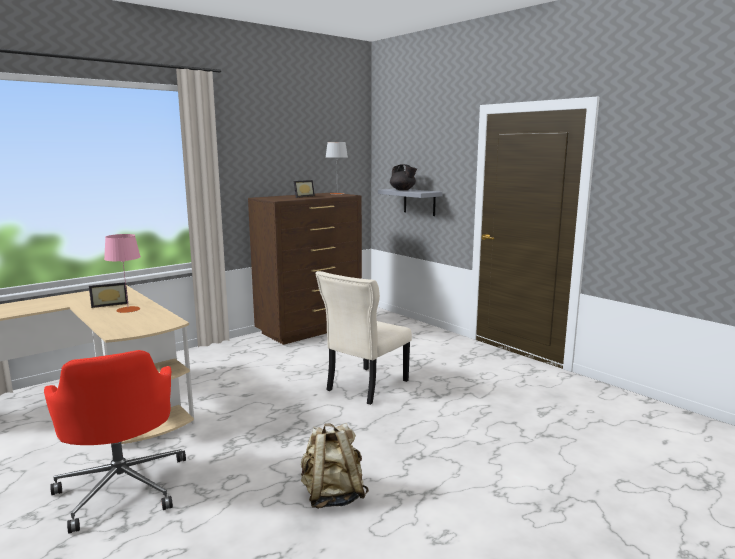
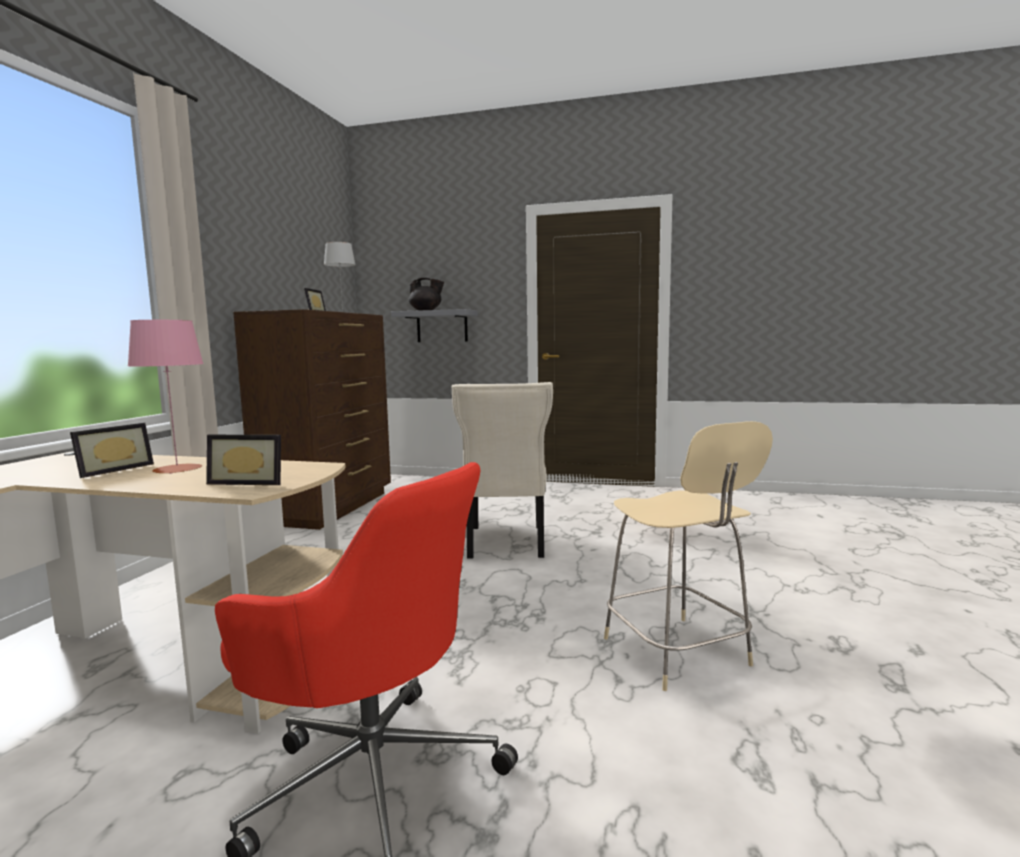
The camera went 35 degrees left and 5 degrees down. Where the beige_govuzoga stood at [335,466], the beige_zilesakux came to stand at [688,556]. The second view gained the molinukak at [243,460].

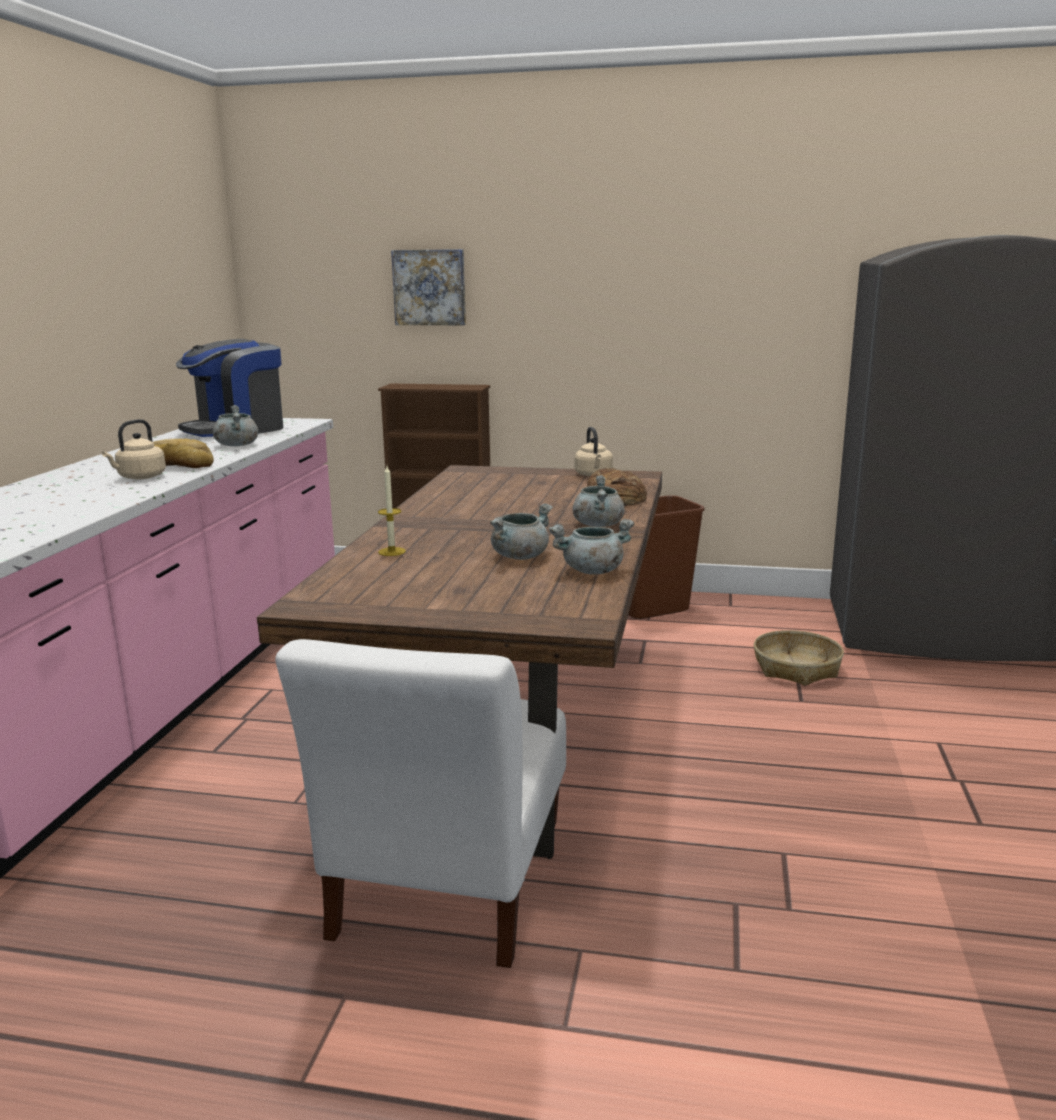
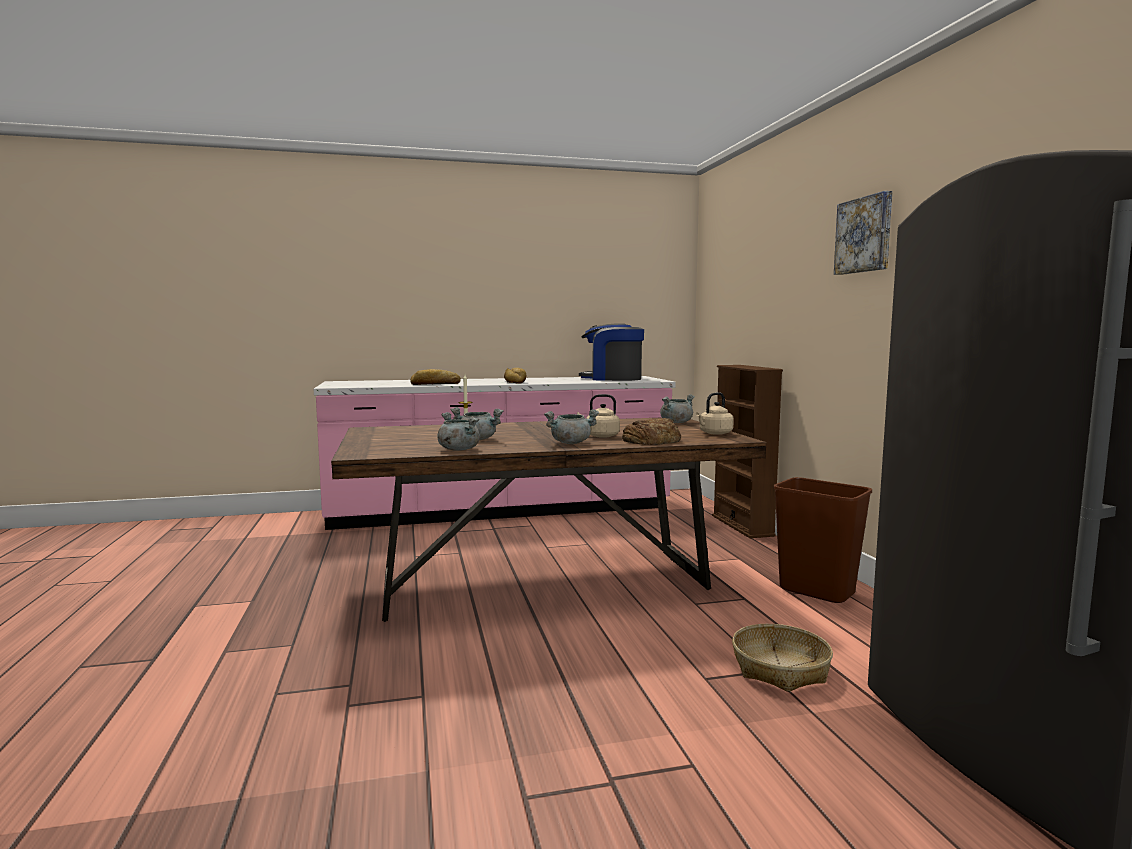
The camera went 65 degrees right and 10 degrees down. The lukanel ended up elsewhere, having gone from [428,287] to [863,233]. The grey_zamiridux ended up elsewhere, having gone from [235,425] to [677,408]. The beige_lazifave ended up elsewhere, having gone from [134,449] to [598,416]. The second view lost the white_zilesakux at [420,803]. The second view gained the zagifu at [435,377].

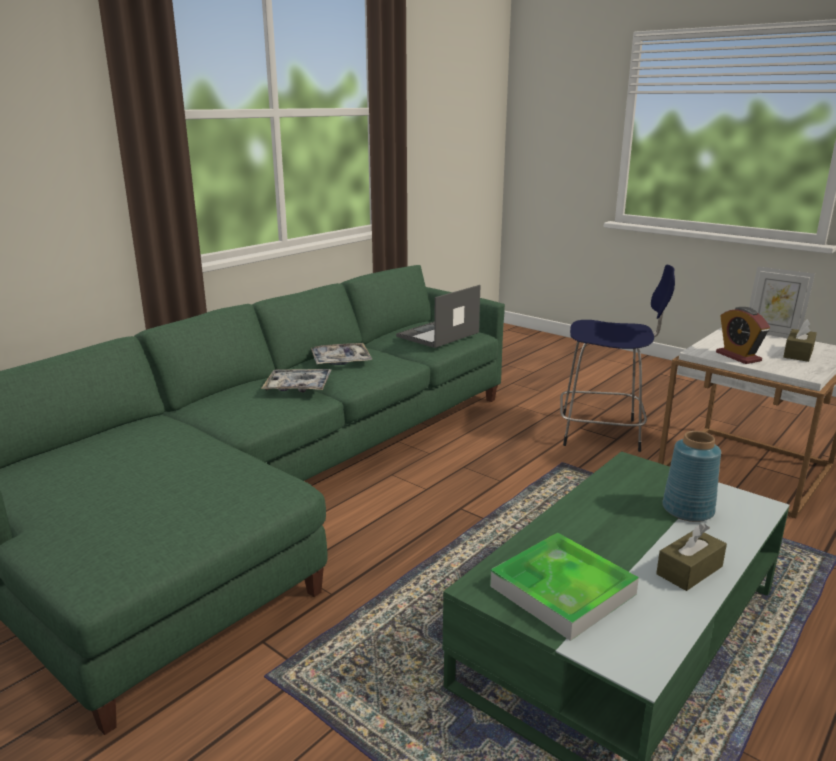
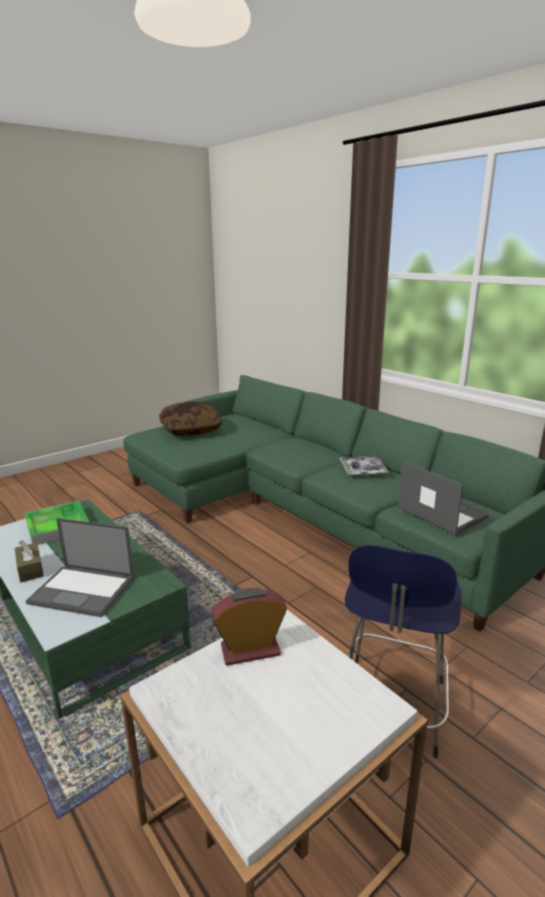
The camera went 100 degrees right and 0 degrees up. The second view lost the molinukak at [782,302]. The second view lost the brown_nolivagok at [800,340]. The second view lost the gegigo at [296,381]. Where the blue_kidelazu stood at [691,476], the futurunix came to stand at [80,567]. The second view gained the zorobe at [190,419].

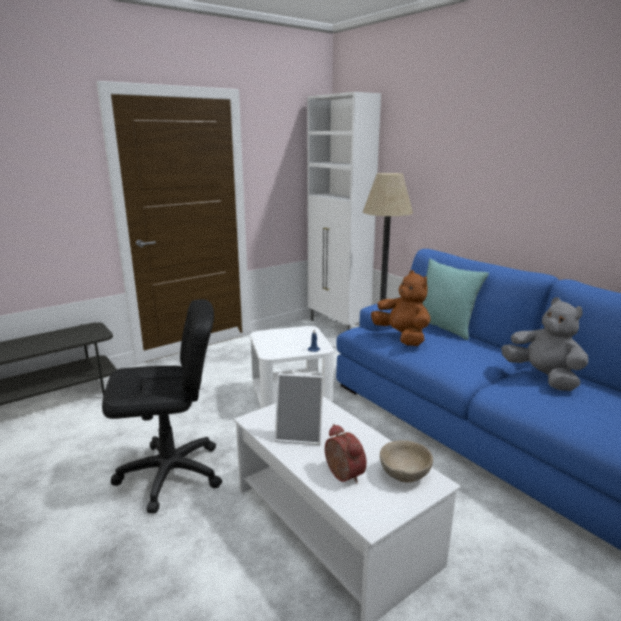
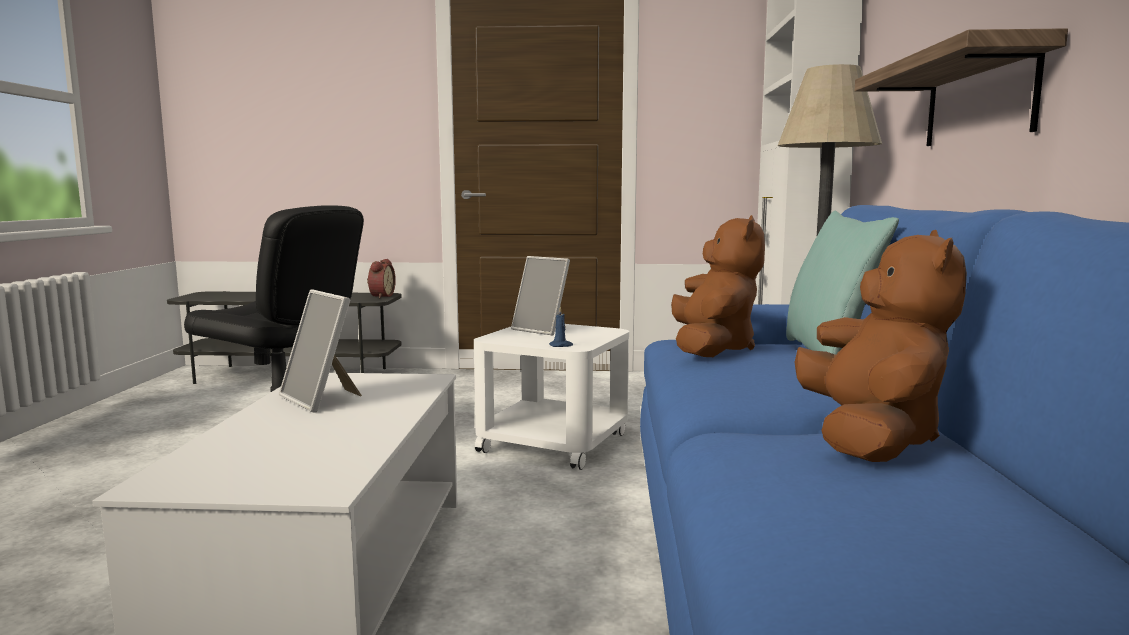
The camera went 40 degrees right and 10 degrees down. What was the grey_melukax at [544,344] turned into the brown_melukax at [880,346]. The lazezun ended up elsewhere, having gone from [346,453] to [381,278]. The second view lost the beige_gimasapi at [406,461]. The second view gained the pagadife at [961,87]. The second view gained the molinukak at [540,295].

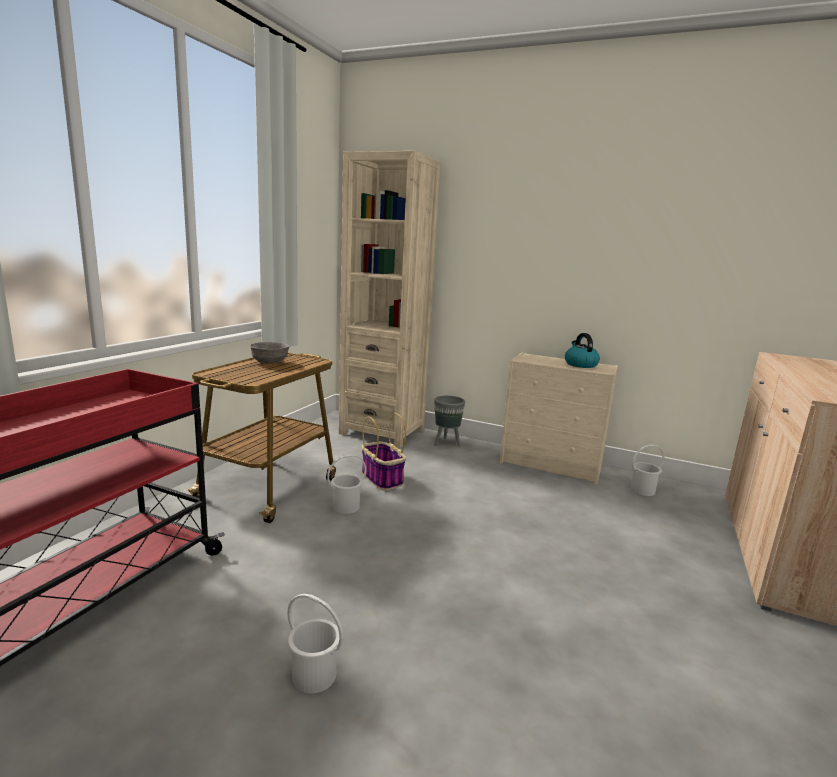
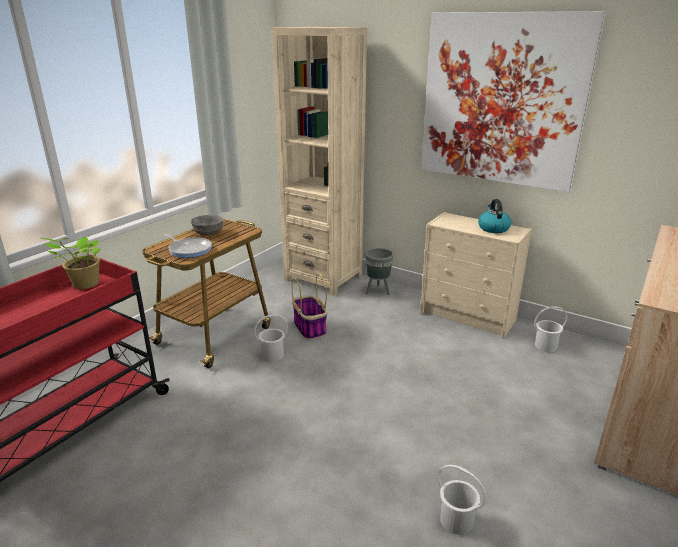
The camera went 10 degrees right and 10 degrees up. The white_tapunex ended up elsewhere, having gone from [315,643] to [461,500]. The second view gained the lukanel at [513,101]. The second view gained the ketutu at [188,246]. The second view gained the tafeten at [71,262].

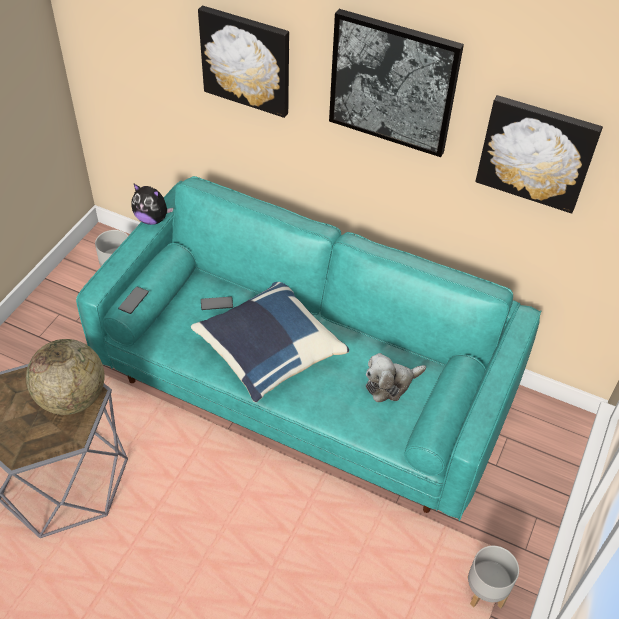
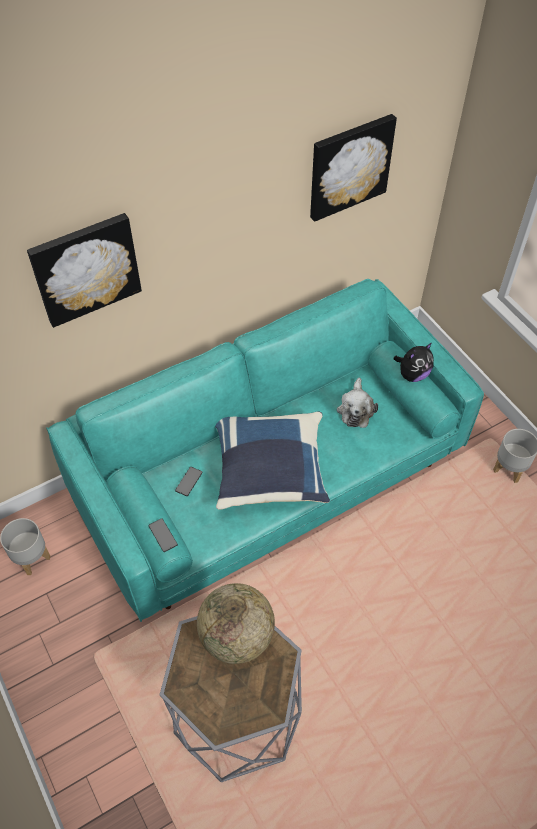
The camera went 55 degrees left and 5 degrees up. The second view lost the lukanel at [396,83]. The melukax ended up elsewhere, having gone from [152,204] to [413,362].

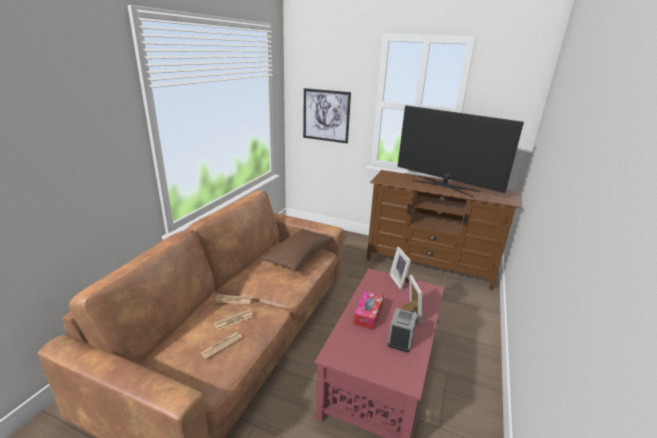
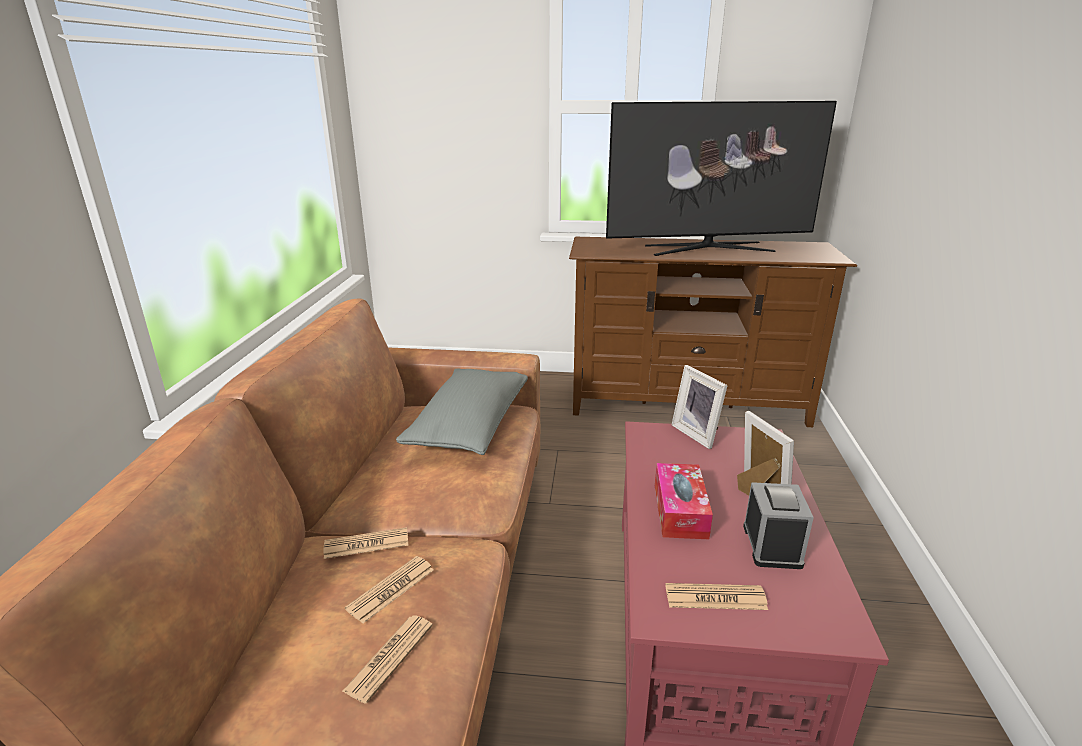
The camera went 15 degrees left and 0 degrees up. The second view lost the lukanel at [327,116]. The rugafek at [461,151] ended up facing another way, 150 degrees clockwise from before. What was the brown_zorobe at [297,250] turned into the grey_zorobe at [462,411]. The second view gained the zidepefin at [716,596].

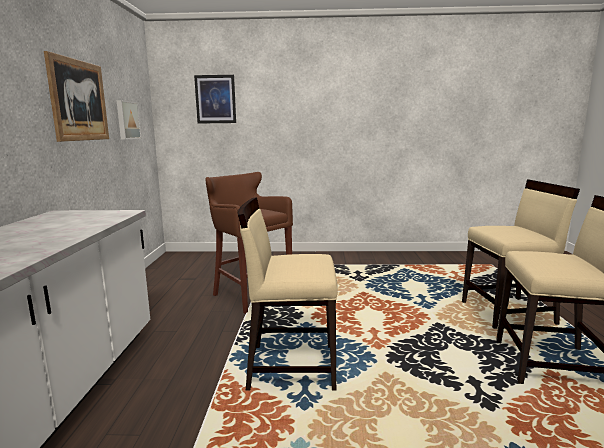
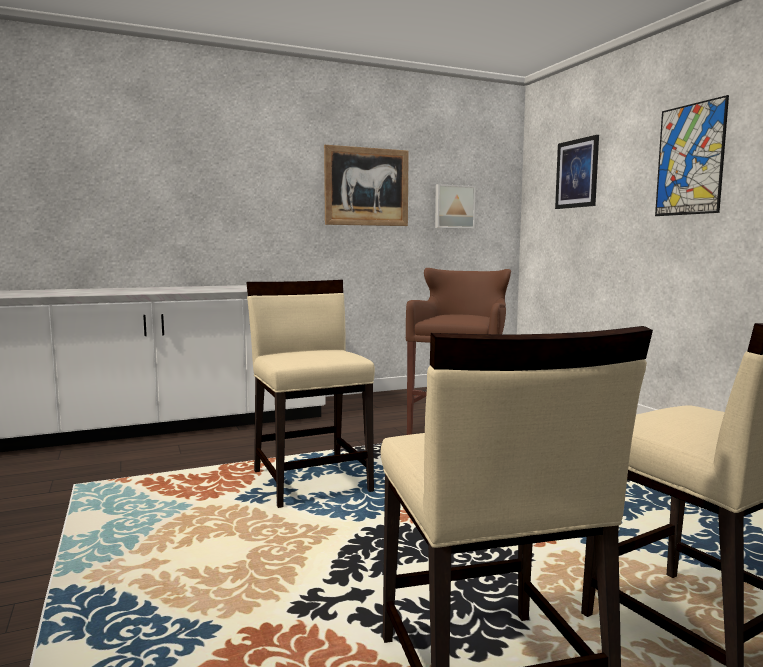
The camera went 65 degrees right and 5 degrees down. The second view gained the lukanel at [692,155].

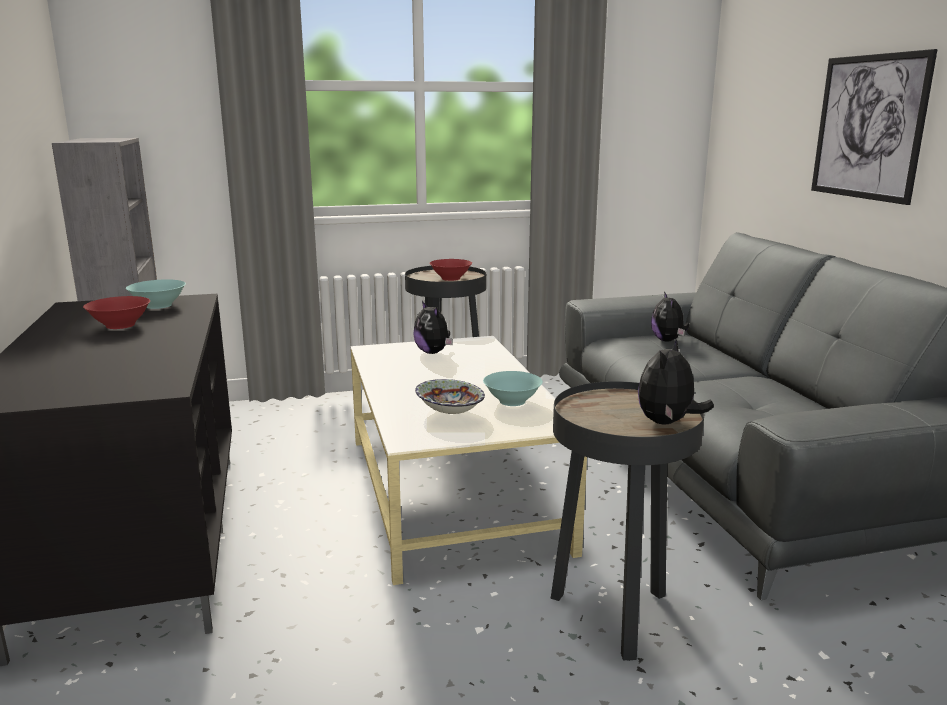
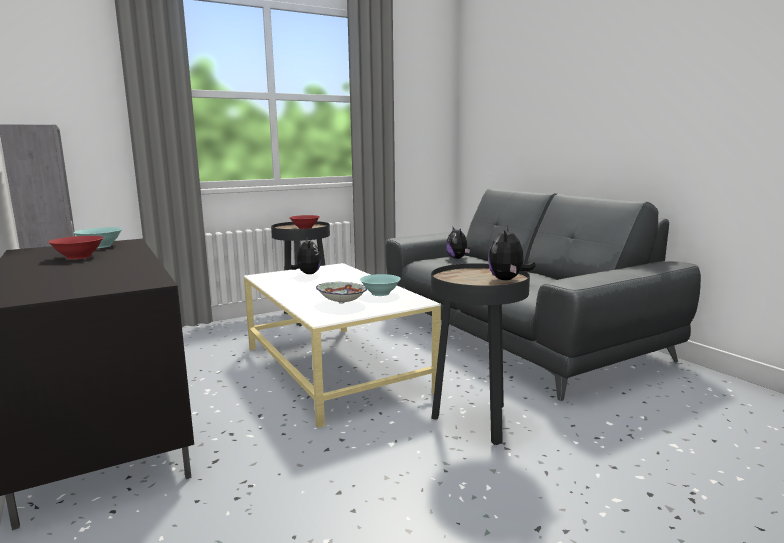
The camera went 15 degrees left and 5 degrees down. The second view lost the lukanel at [874,127]. The melukax at [433,327] ended up facing another way, 150 degrees counterclockwise from before.

